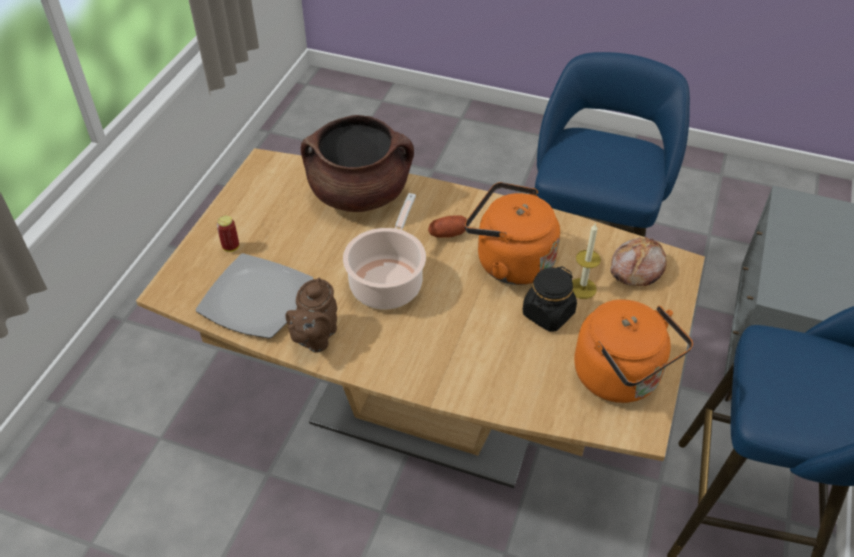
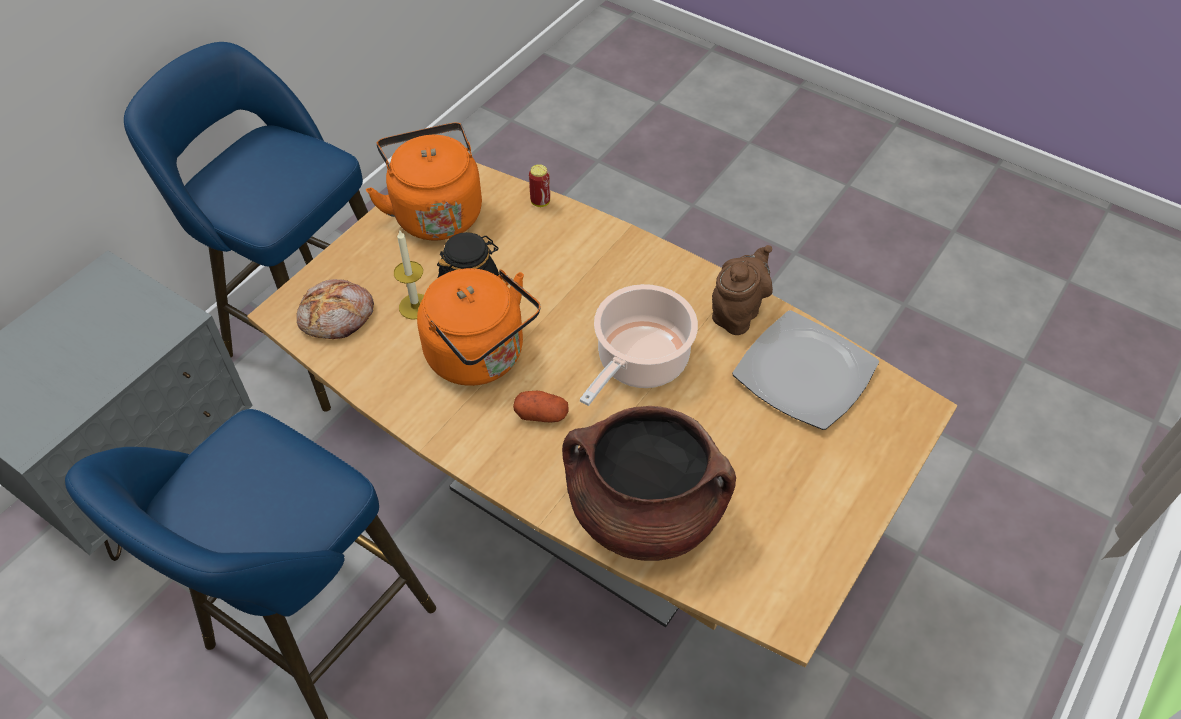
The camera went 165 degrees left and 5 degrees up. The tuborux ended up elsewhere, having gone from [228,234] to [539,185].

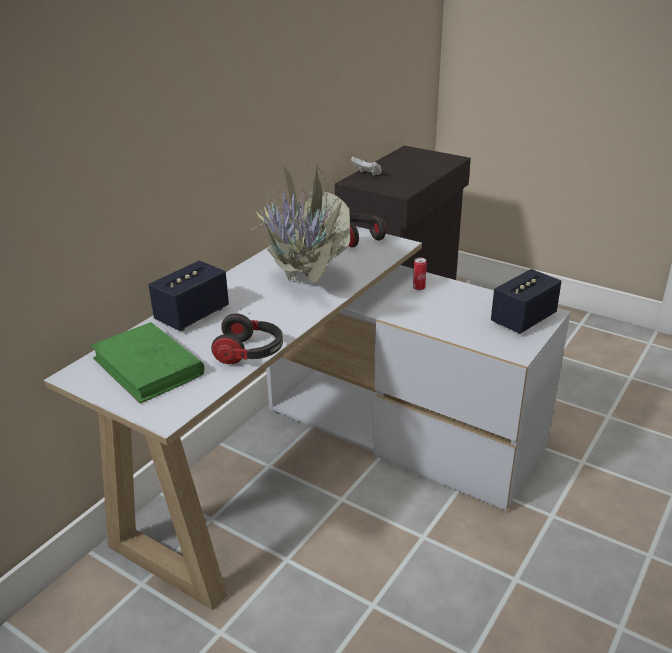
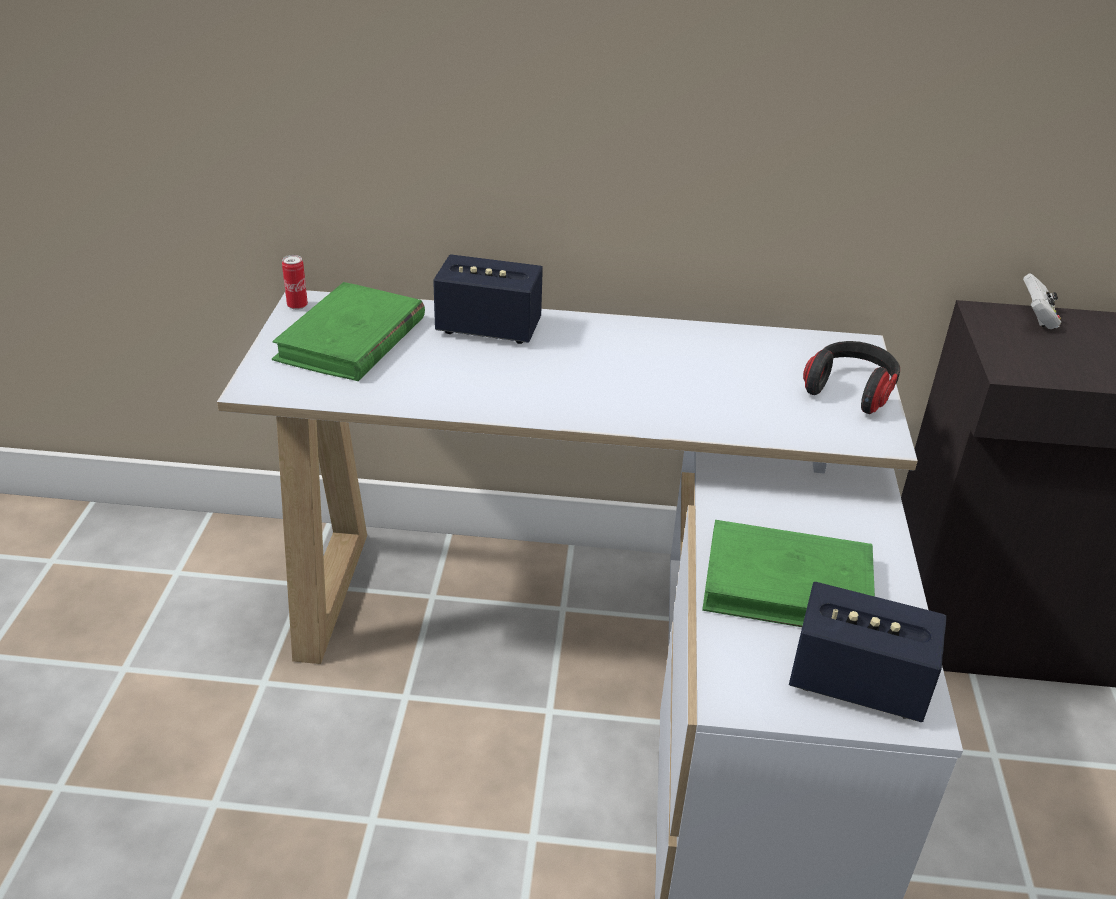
The camera went 60 degrees right and 5 degrees up. The second view lost the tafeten at [288,231]. The tuborux ended up elsewhere, having gone from [420,274] to [295,282]. The second view lost the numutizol at [247,338]. The second view gained the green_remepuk at [788,573].

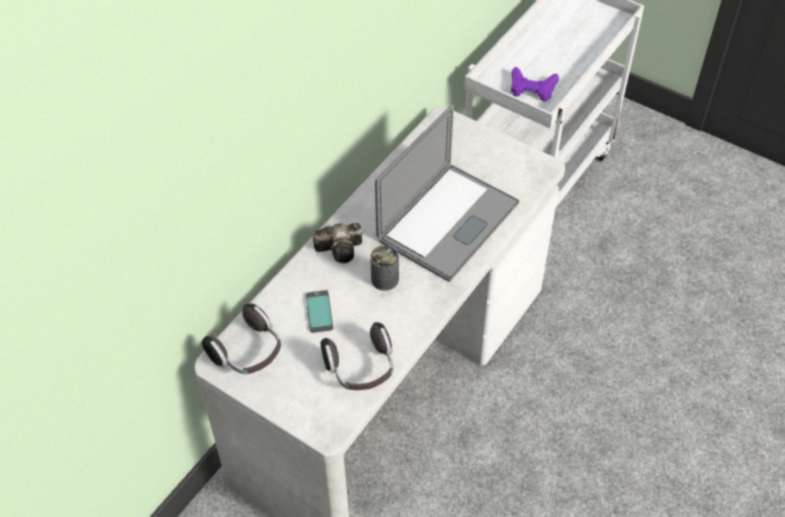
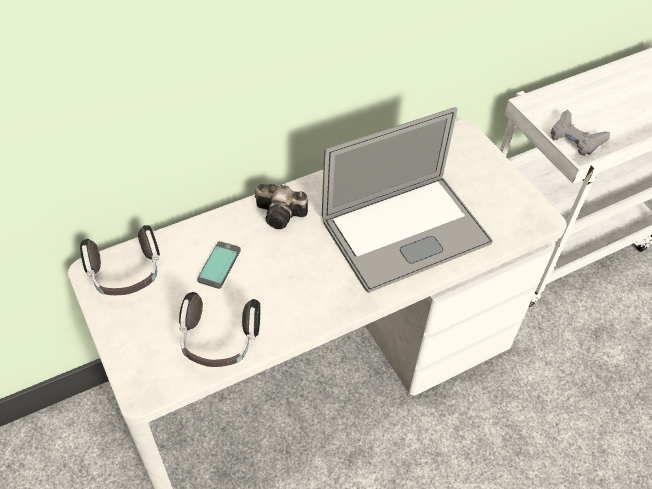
The camera went 25 degrees right and 0 degrees up. What was the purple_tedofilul at [535,83] turned into the grey_tedofilul at [580,133]. The second view lost the tuborux at [384,268].

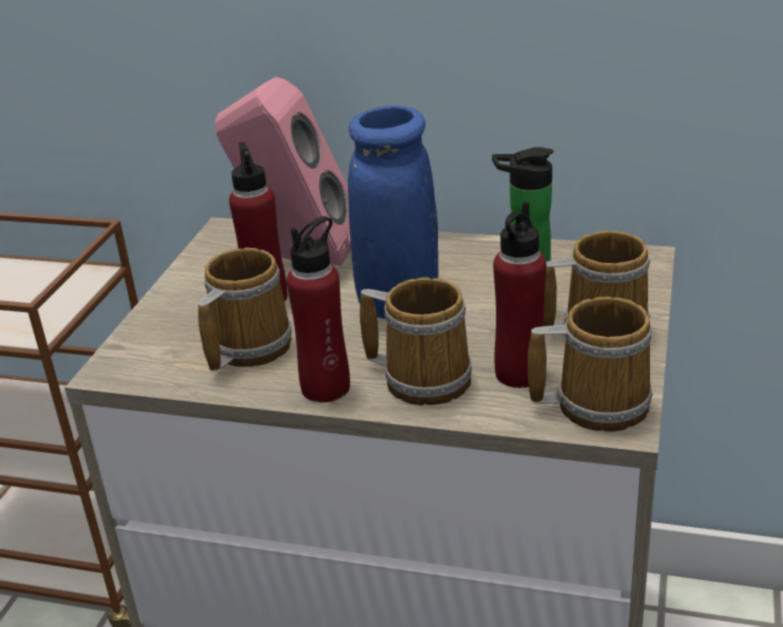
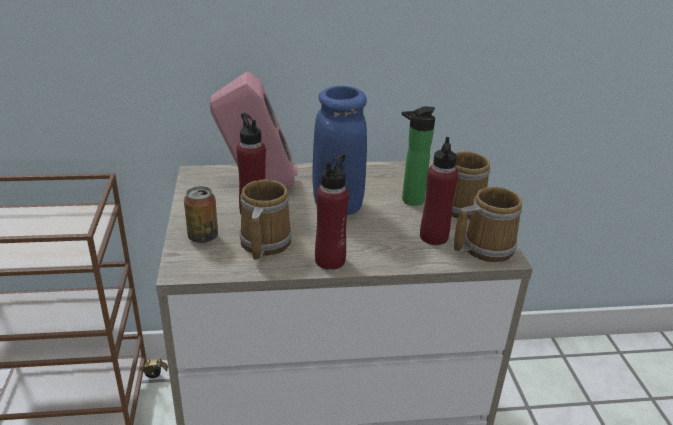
The camera went 25 degrees left and 0 degrees up. The second view lost the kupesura at [416,341]. The second view gained the tuborux at [201,214].

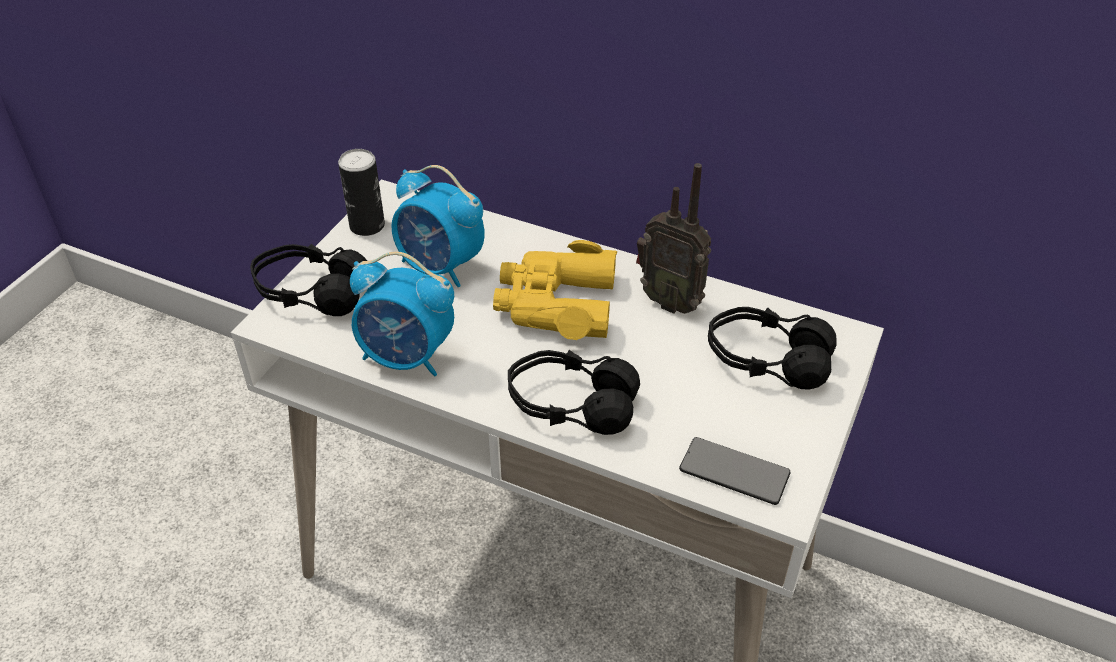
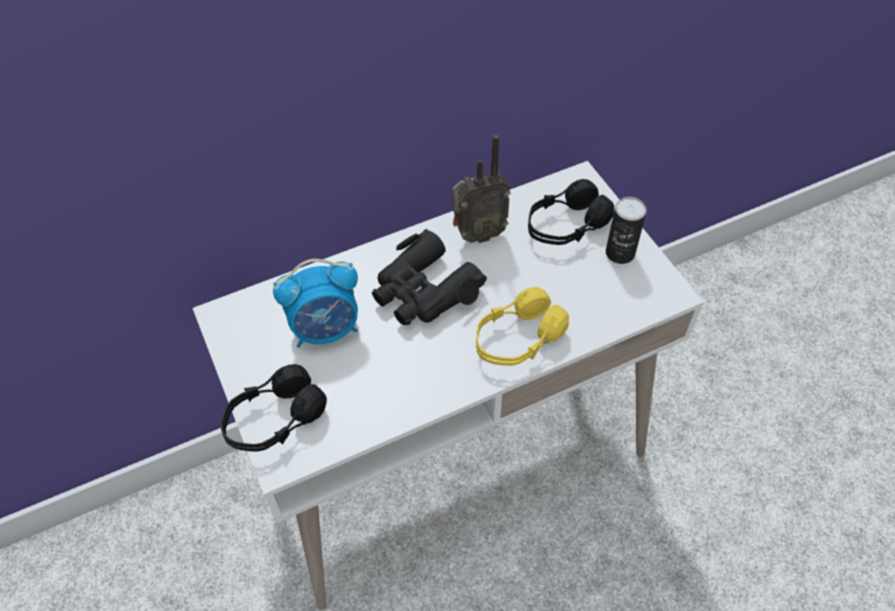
The camera went 50 degrees left and 10 degrees up. The tuborux ended up elsewhere, having gone from [361,192] to [626,230]. What was the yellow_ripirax at [555,290] turned into the black_ripirax at [429,277]. The second view lost the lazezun at [402,313]. What was the black_numutizol at [574,392] turned into the yellow_numutizol at [522,326]. The second view lost the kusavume at [735,471].

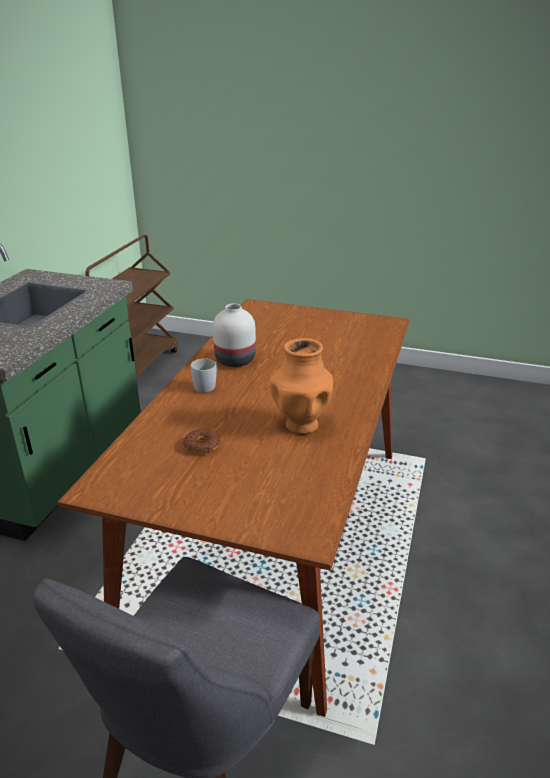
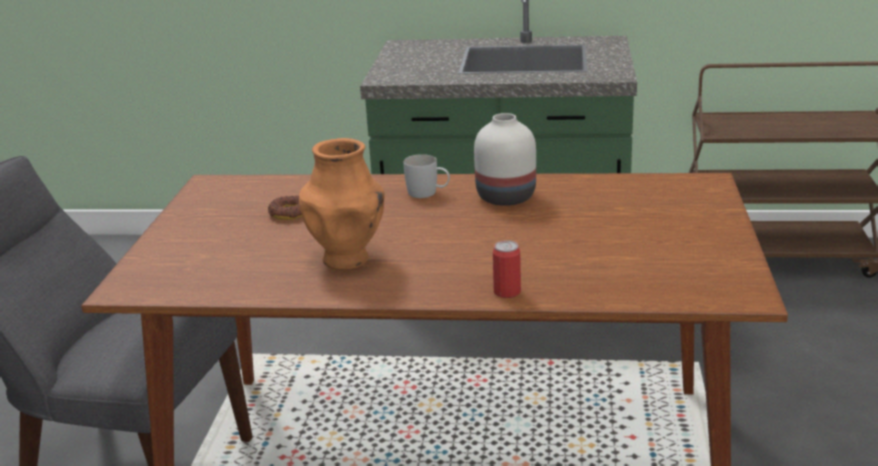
The camera went 80 degrees right and 5 degrees down. The second view gained the tuborux at [507,269].

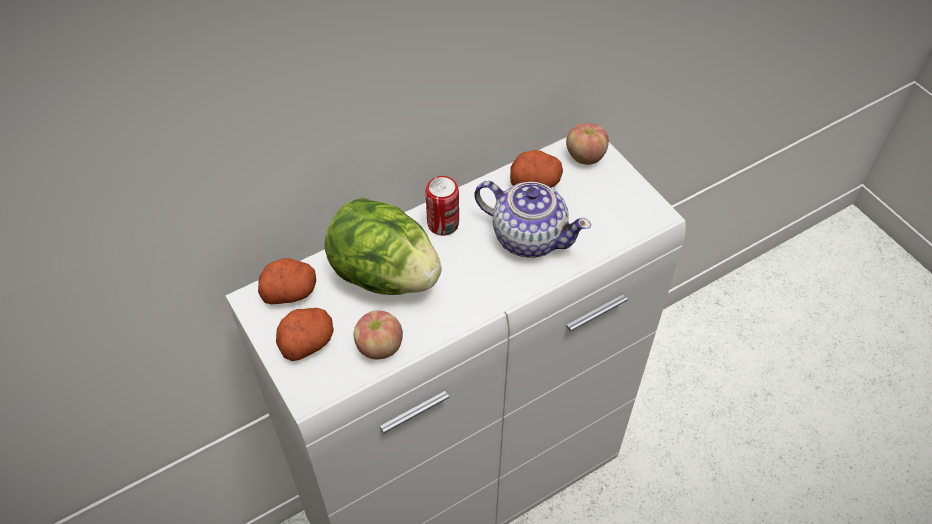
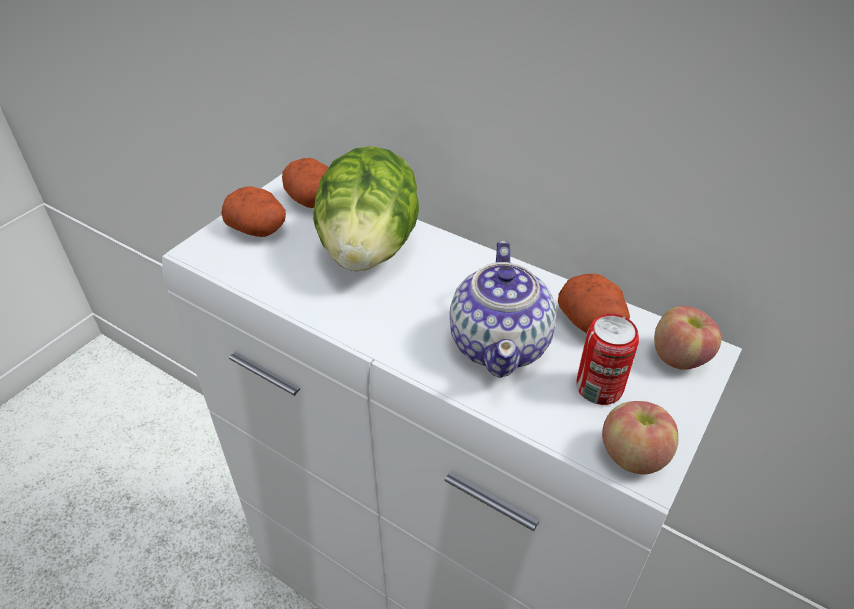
The camera went 65 degrees right and 10 degrees down. The tuborux ended up elsewhere, having gone from [442,206] to [608,359]. The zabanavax ended up elsewhere, having gone from [378,335] to [640,438].

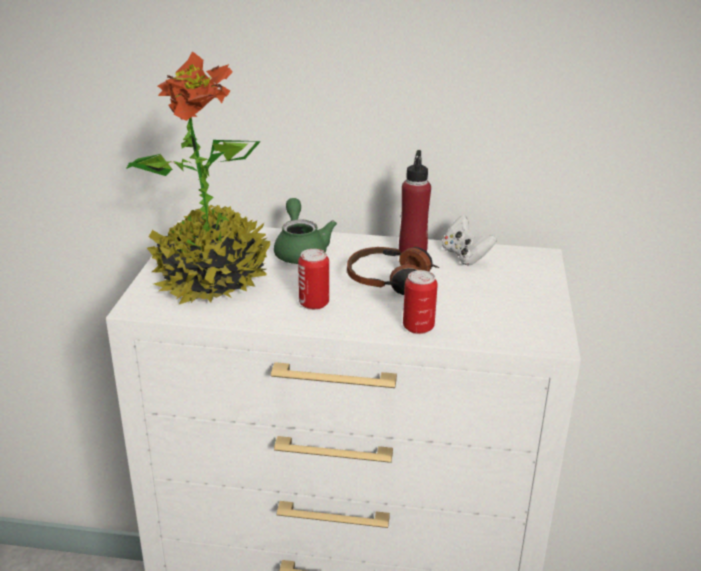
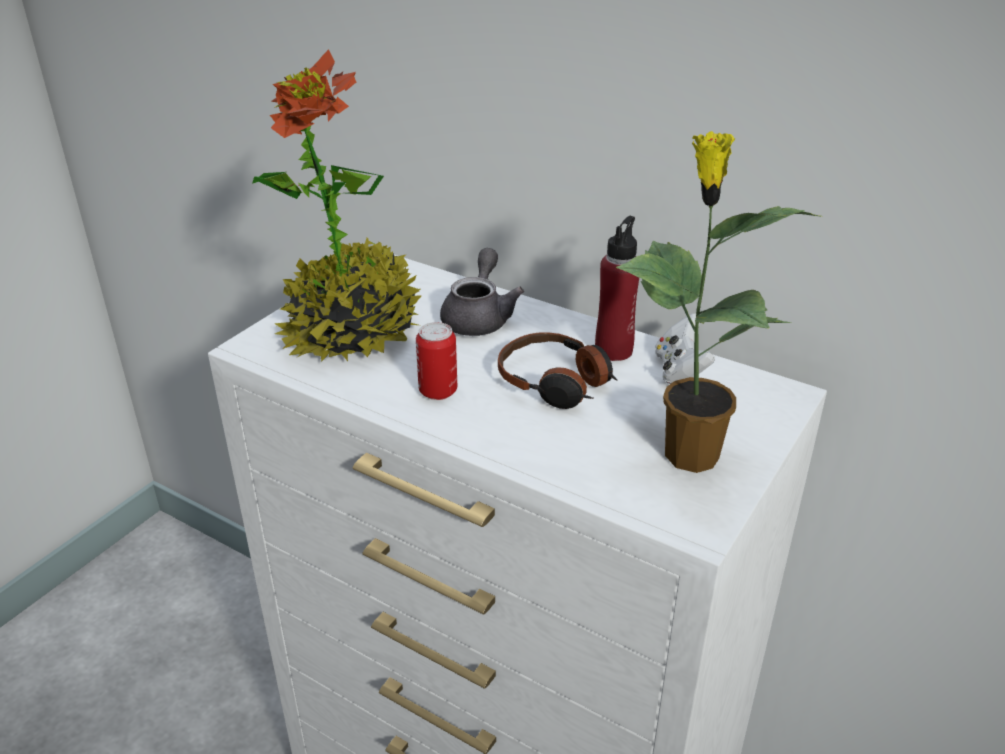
The camera went 25 degrees right and 5 degrees up. What was the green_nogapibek at [305,231] turned into the grey_nogapibek at [482,292]. The second view lost the tuborux at [420,302]. The second view gained the tafeten at [718,302].

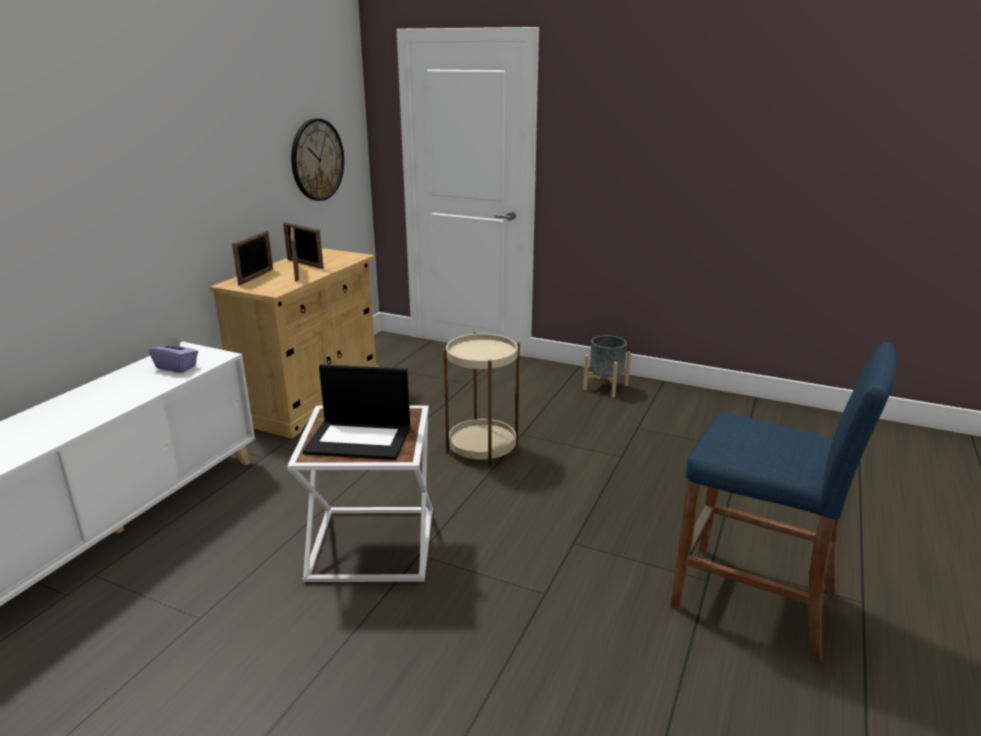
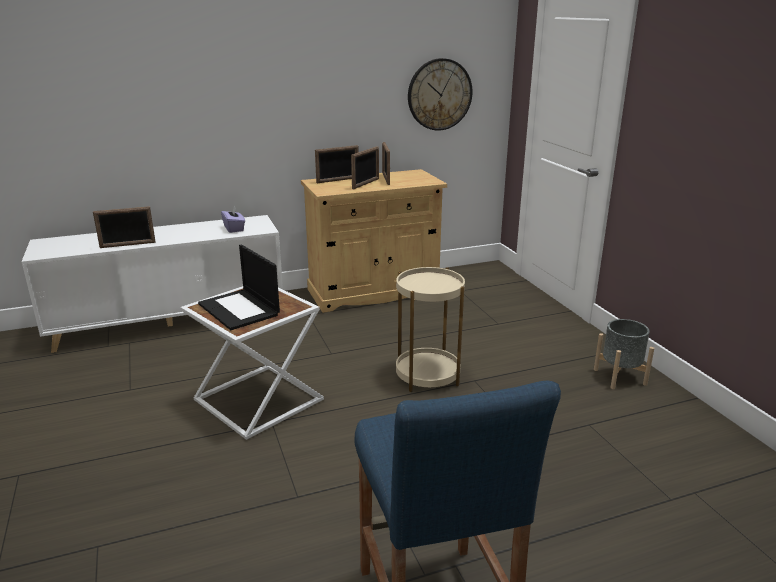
The camera went 45 degrees right and 0 degrees up. The second view gained the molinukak at [124,227].

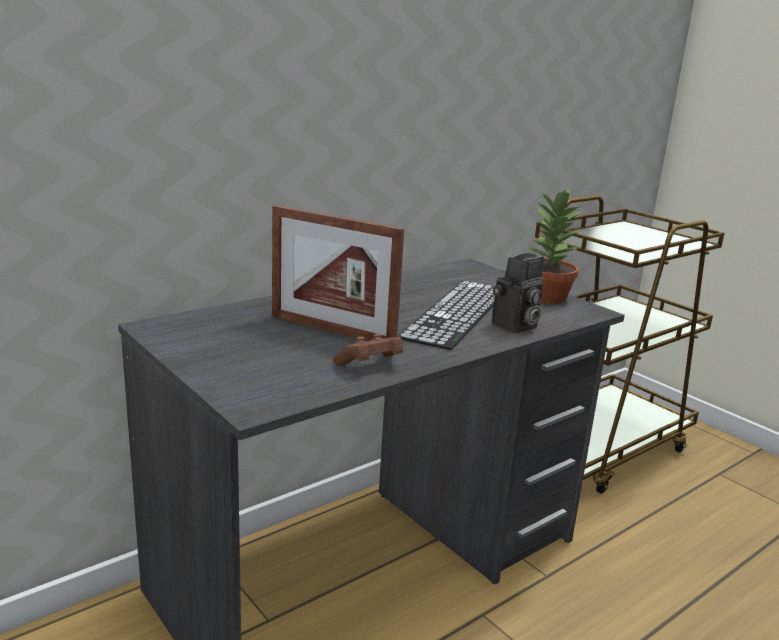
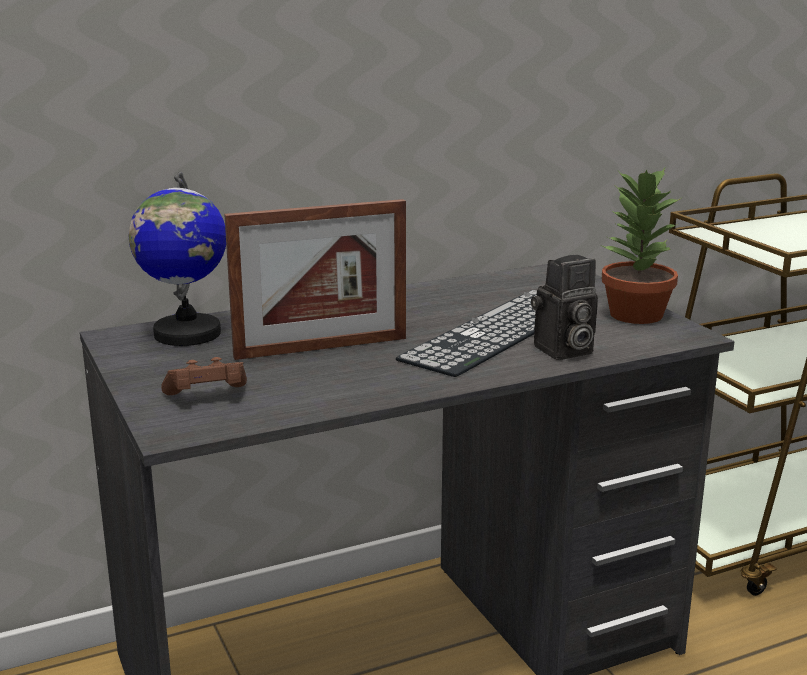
The camera went 15 degrees right and 0 degrees up. The molinukak at [338,273] ended up facing another way, 60 degrees counterclockwise from before. The brown_tedofilul ended up elsewhere, having gone from [368,349] to [204,376]. The second view gained the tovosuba at [177,259].

